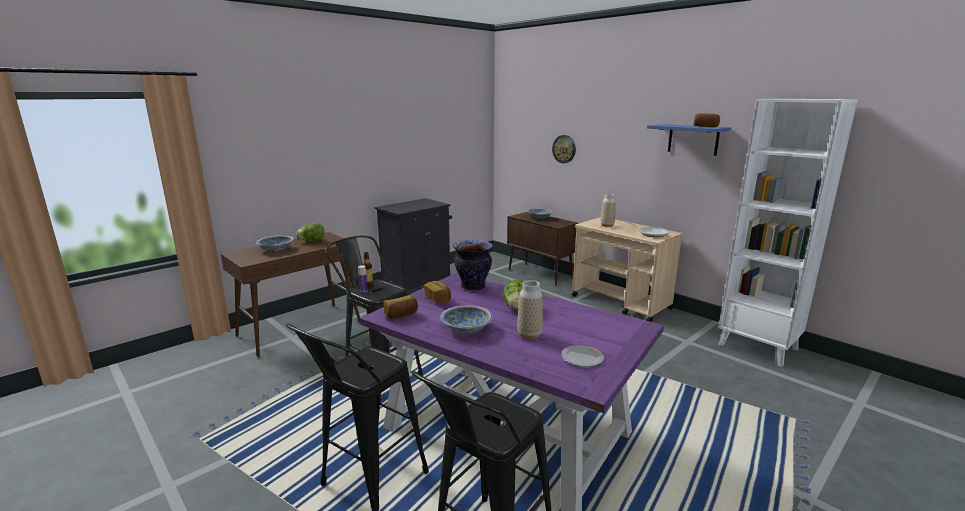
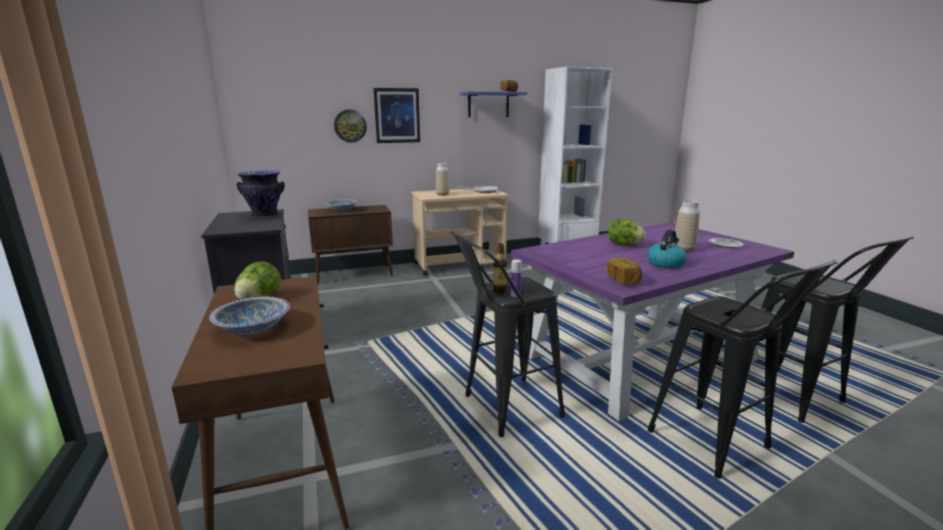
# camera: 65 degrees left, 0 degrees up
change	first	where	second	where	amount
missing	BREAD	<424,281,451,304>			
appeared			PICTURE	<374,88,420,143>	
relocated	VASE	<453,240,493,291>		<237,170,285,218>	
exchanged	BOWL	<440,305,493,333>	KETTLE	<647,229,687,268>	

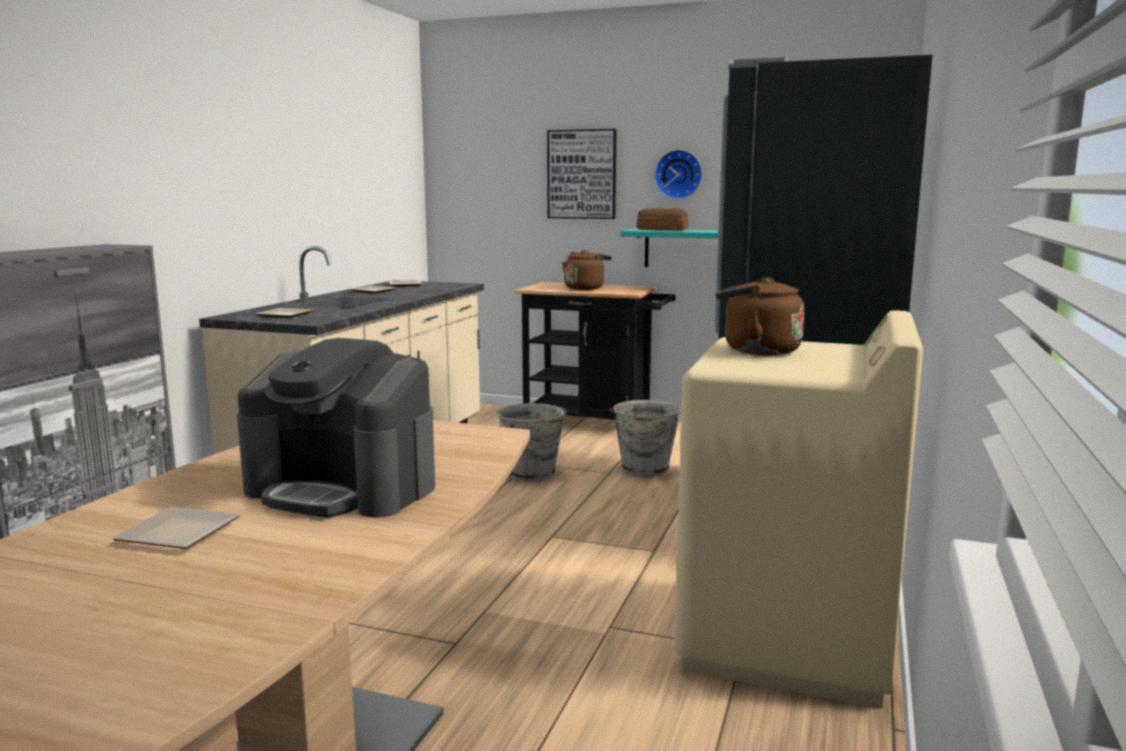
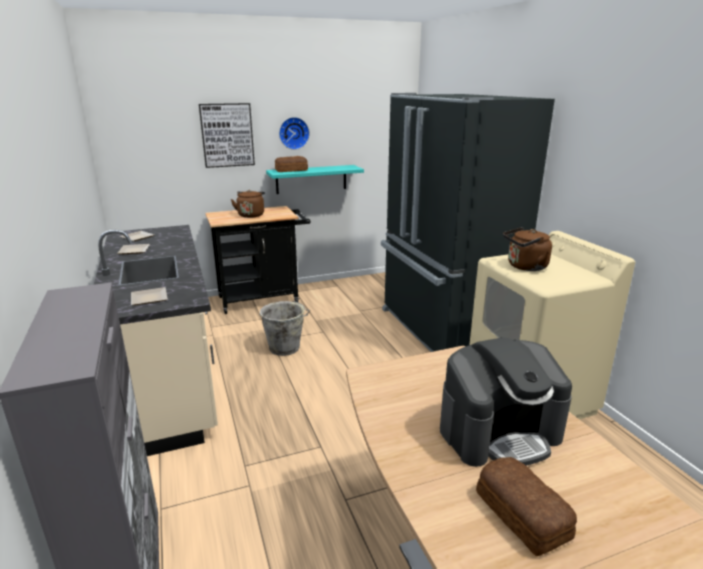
# camera: 40 degrees left, 10 degrees up
change	first	where	second	where	amount
missing	GREY BUCKET	<609,400,682,477>			
exchanged	PLATE	<112,507,240,549>	BREAD	<476,457,577,556>	

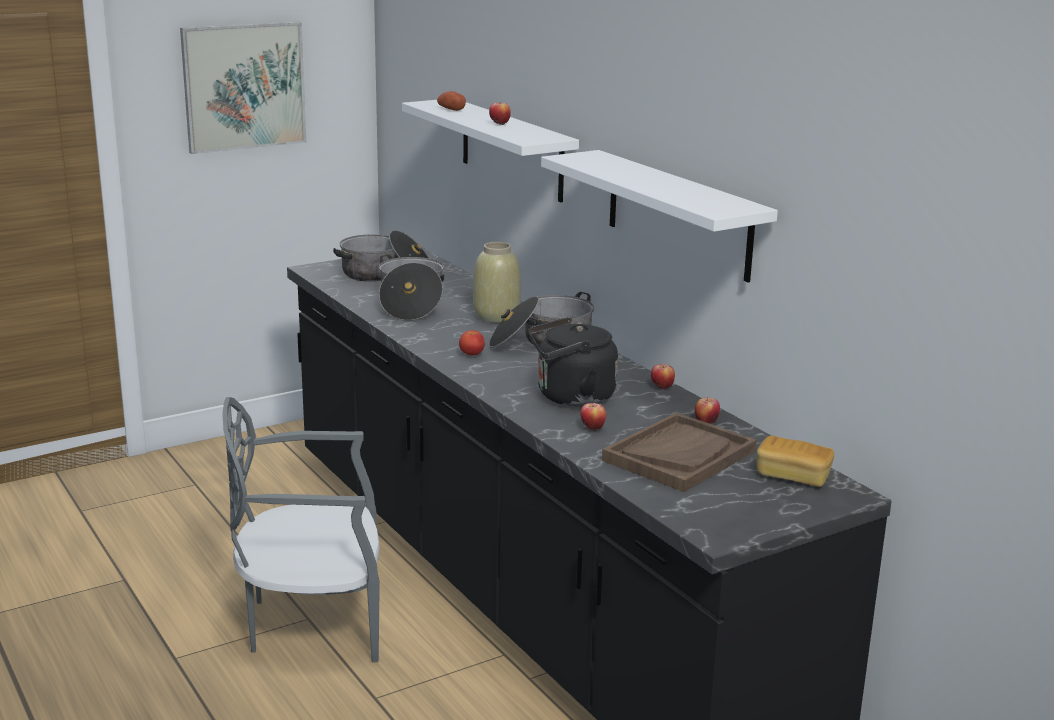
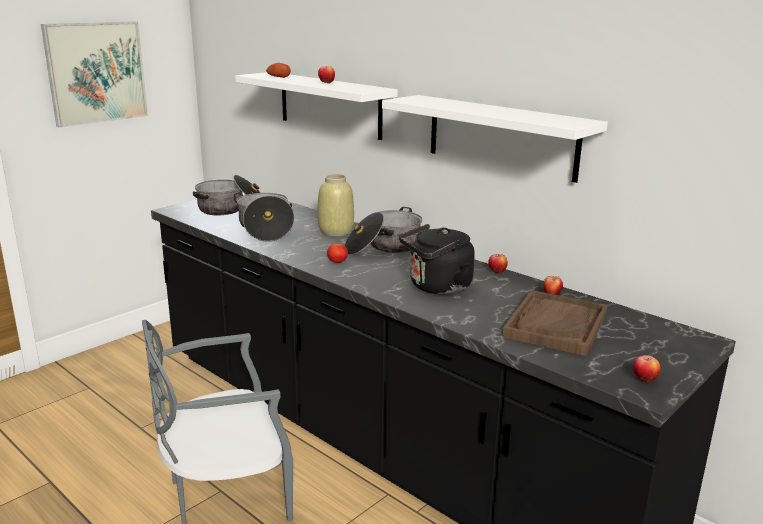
# camera: 15 degrees left, 0 degrees up
change	first	where	second	where	amount
missing	BREAD	<757,436,834,487>			
relocated	APPLE	<580,403,606,431>		<633,355,660,383>	

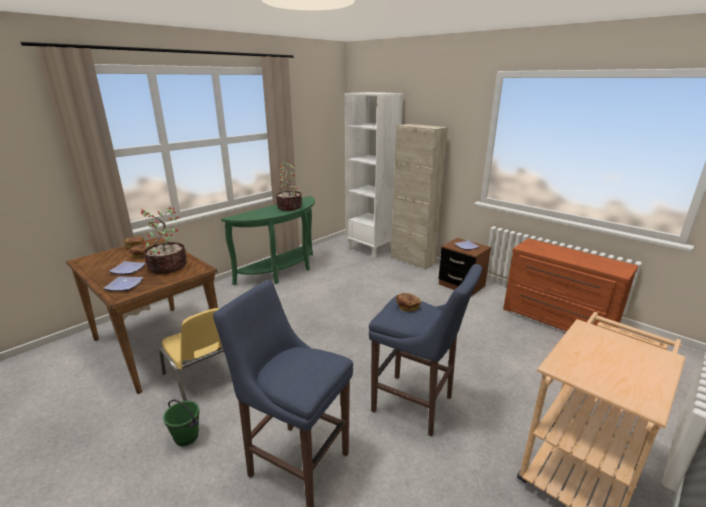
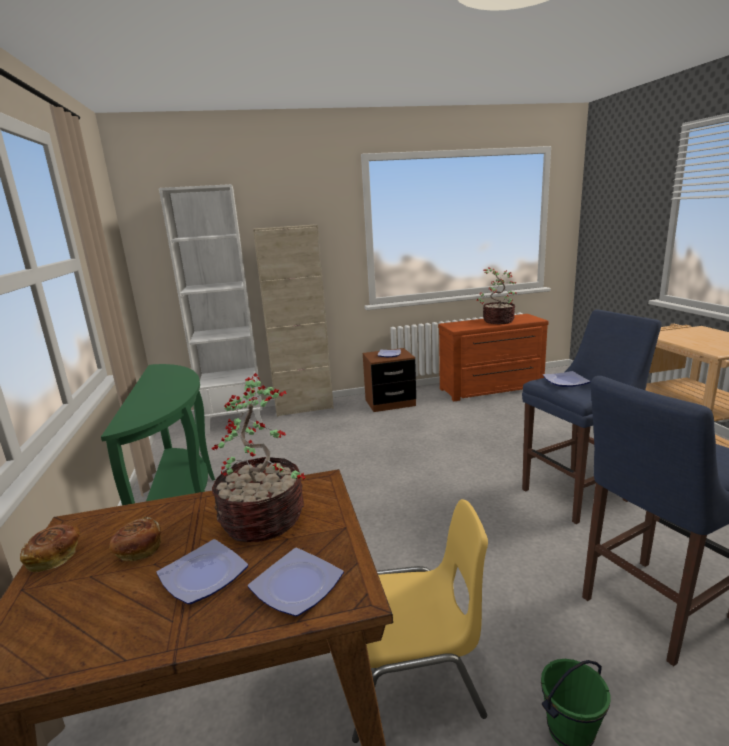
# camera: 55 degrees left, 5 degrees down
change	first	where	second	where	amount
relocated	POTTED PLANT	<276,161,303,211>		<477,267,517,324>	
exchanged	BREAD	<396,293,421,312>	PLATE	<543,371,591,387>	

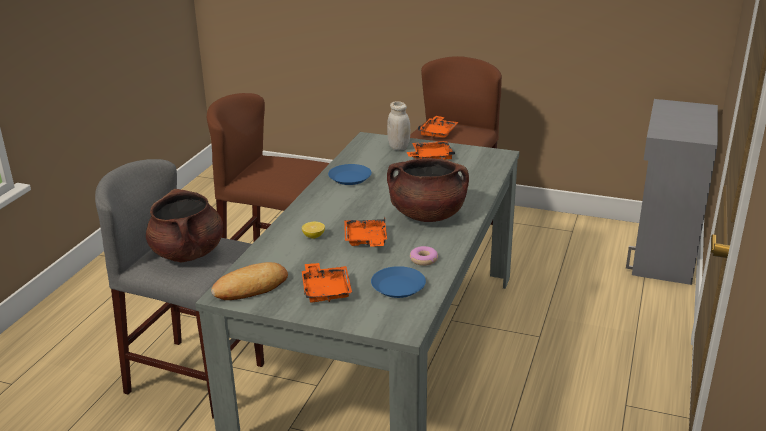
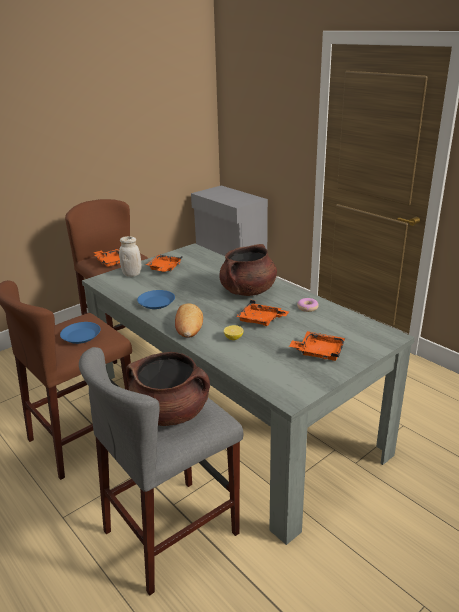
# camera: 60 degrees left, 0 degrees up
change	first	where	second	where	amount
relocated	BREAD	<211,262,288,300>		<175,303,203,338>	
relocated	BLUE PLATE	<371,266,426,298>		<60,322,101,344>	

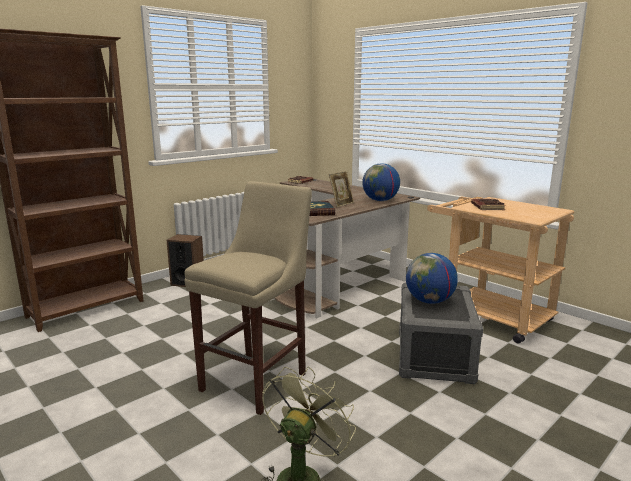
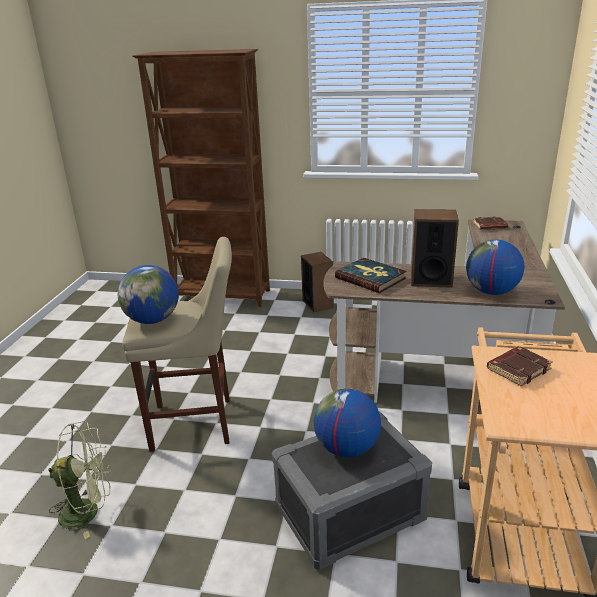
# camera: 55 degrees right, 10 degrees up
change	first	where	second	where	amount
appeared			GLOBE	<118,265,178,324>	
exchanged	PICTURE FRAME	<329,171,354,207>	SPEAKER	<411,209,459,288>	

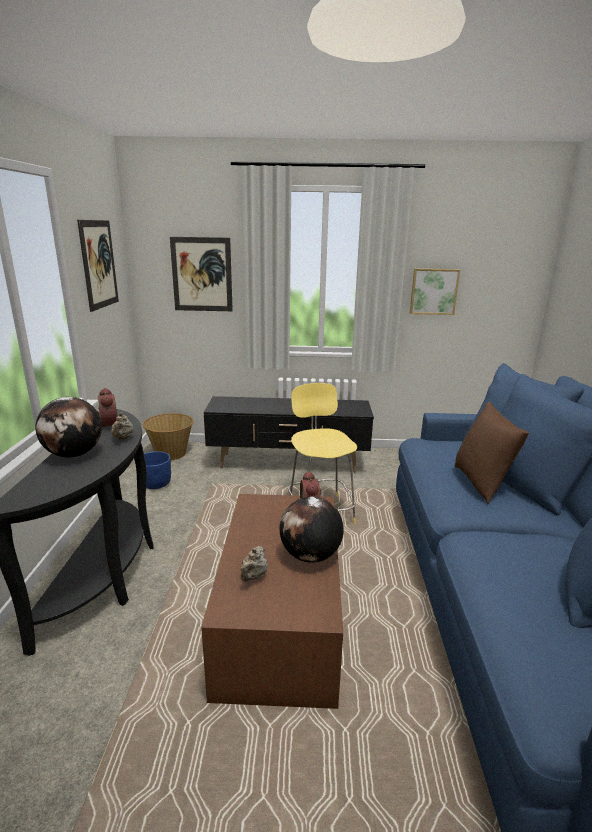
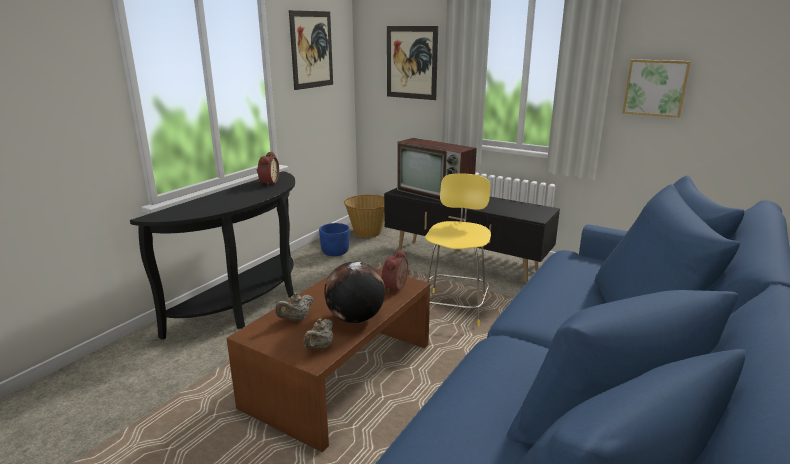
# camera: 30 degrees right, 0 degrees up
change	first	where	second	where	amount
missing	GLOBE	<35,397,102,458>			
missing	BROWN PILLOW	<455,402,529,504>			
appeared			TELEVISION	<397,138,477,201>	
relocated	BEIGE TEAPOT	<111,412,134,439>		<304,319,333,350>	

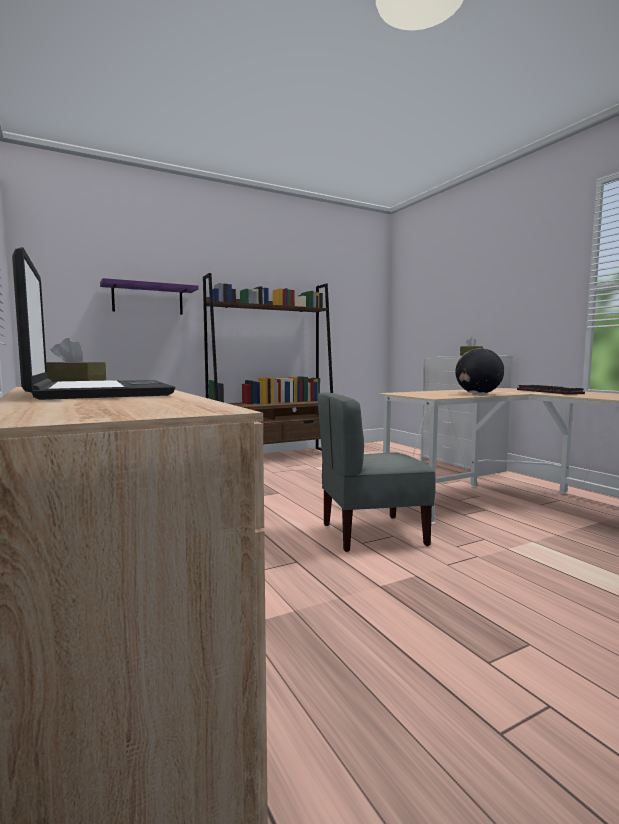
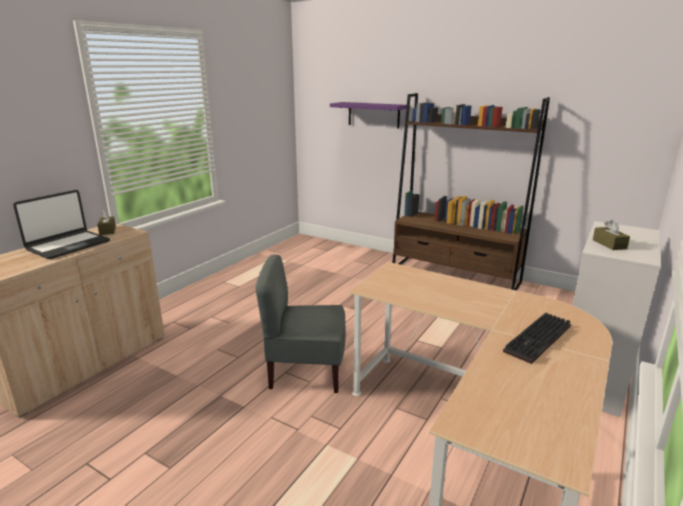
# camera: 60 degrees right, 15 degrees up
change	first	where	second	where	amount
missing	GLOBE	<455,348,504,394>			
spun	GREY CHAIR	<317,392,436,552>		<255,255,346,393>	45 degrees counterclockwise

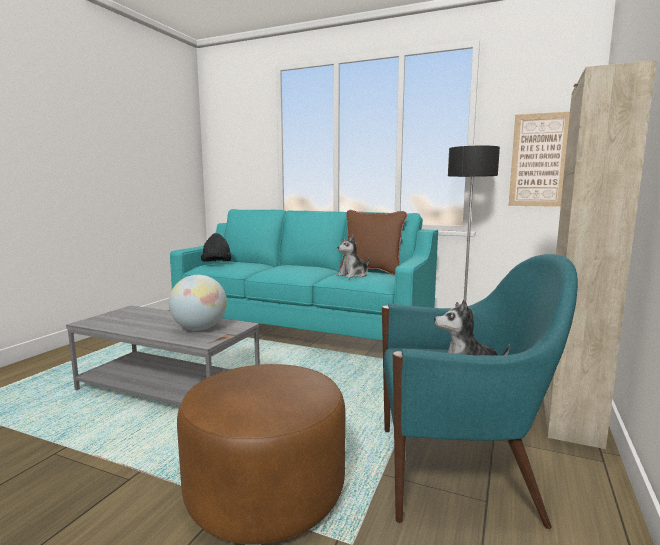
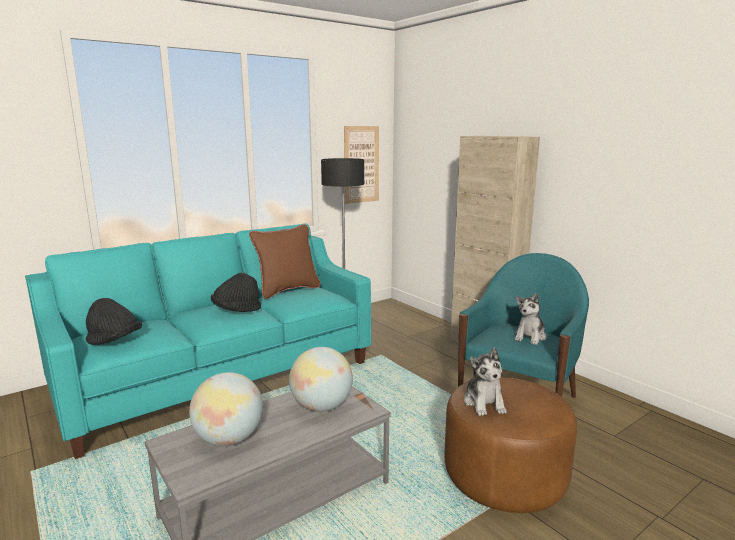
# camera: 60 degrees left, 5 degrees up
change	first	where	second	where	amount
appeared			GLOBE	<189,372,263,446>	
appeared			BLACK HAT	<211,273,261,312>	
relocated	PLUSH TOY	<336,234,369,278>		<464,347,507,416>	

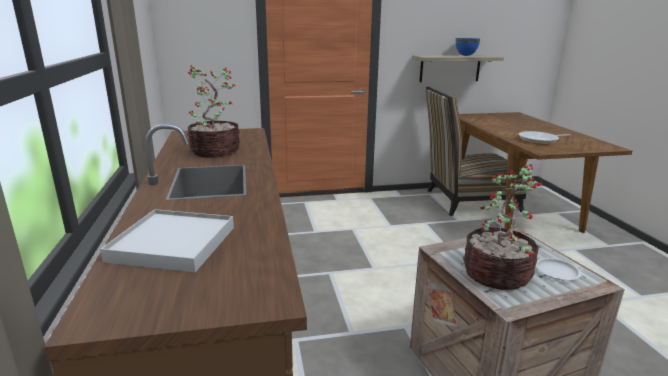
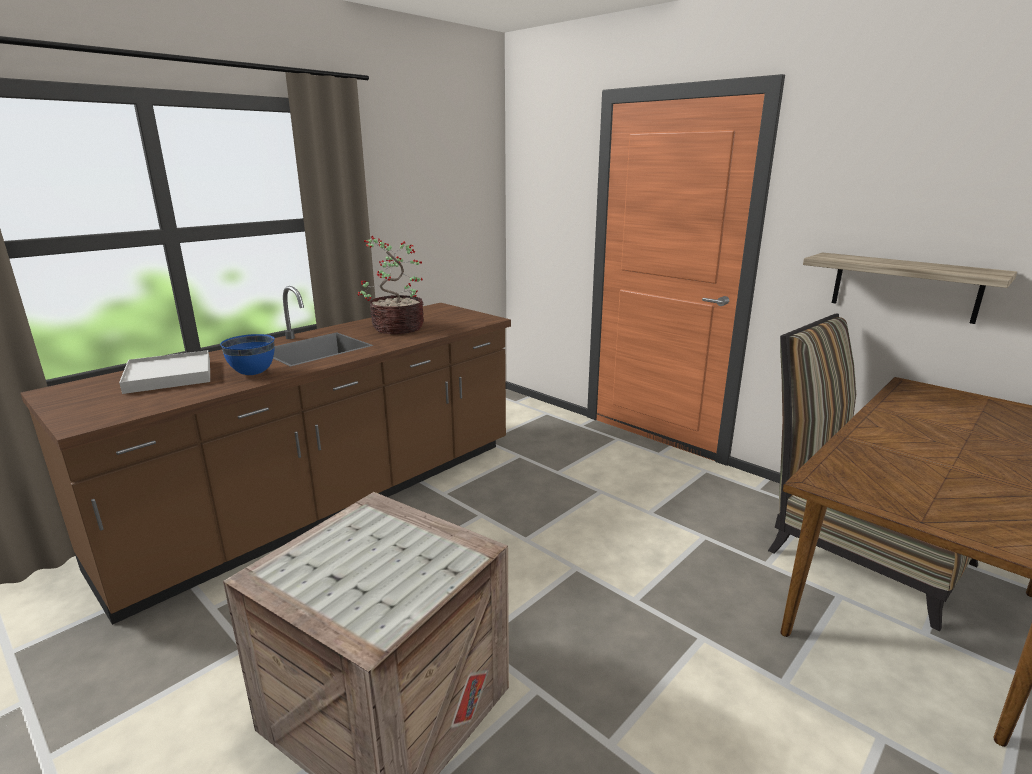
# camera: 55 degrees right, 0 degrees up
change	first	where	second	where	amount
missing	POTTED PLANT	<463,164,542,290>			
missing	FRYING PAN	<519,131,571,144>			
missing	WHITE PLATE	<535,258,581,280>			
relocated	BLUE BOWL	<456,38,480,56>		<220,334,275,375>	

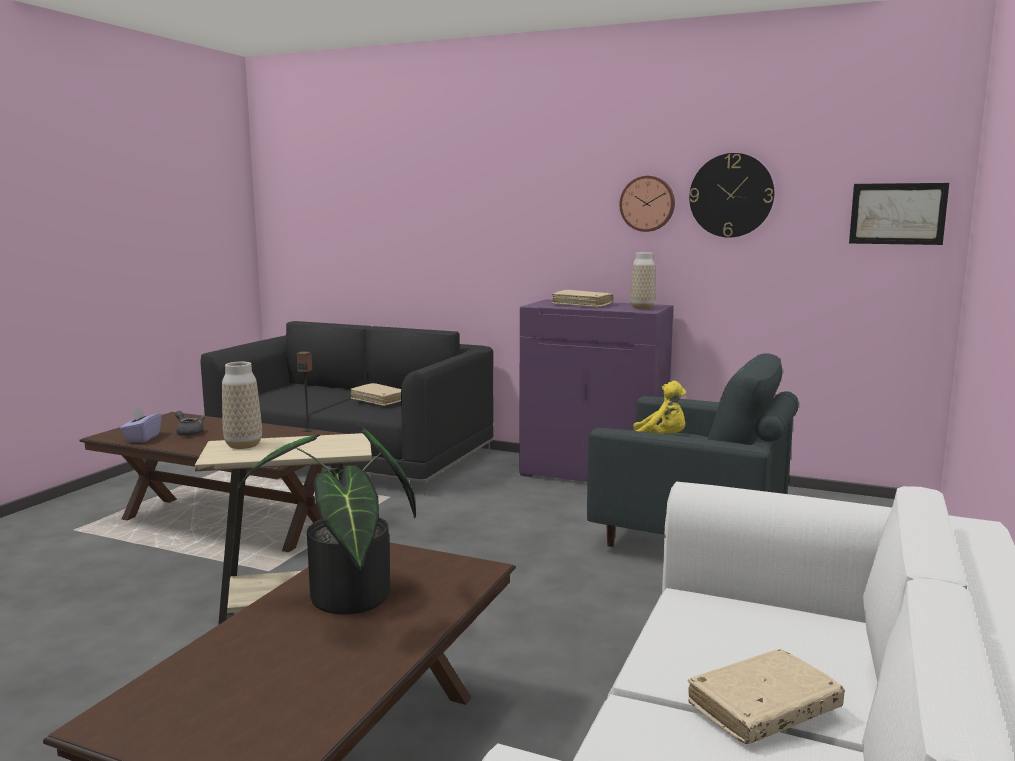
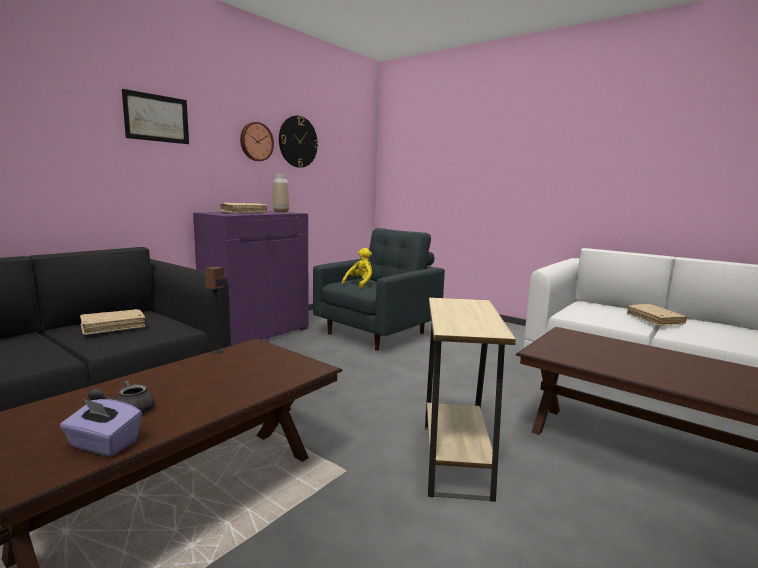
# camera: 75 degrees left, 0 degrees up
change	first	where	second	where	amount
missing	VASE	<222,362,262,449>			
missing	POTTED PLANT	<238,425,416,614>			
relocated	PICTURE	<849,183,949,245>		<122,89,189,144>	

